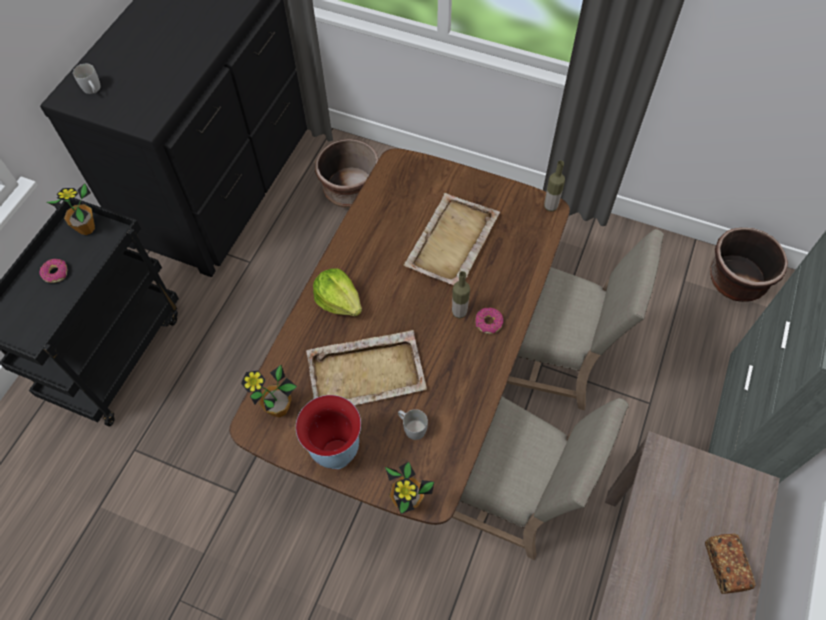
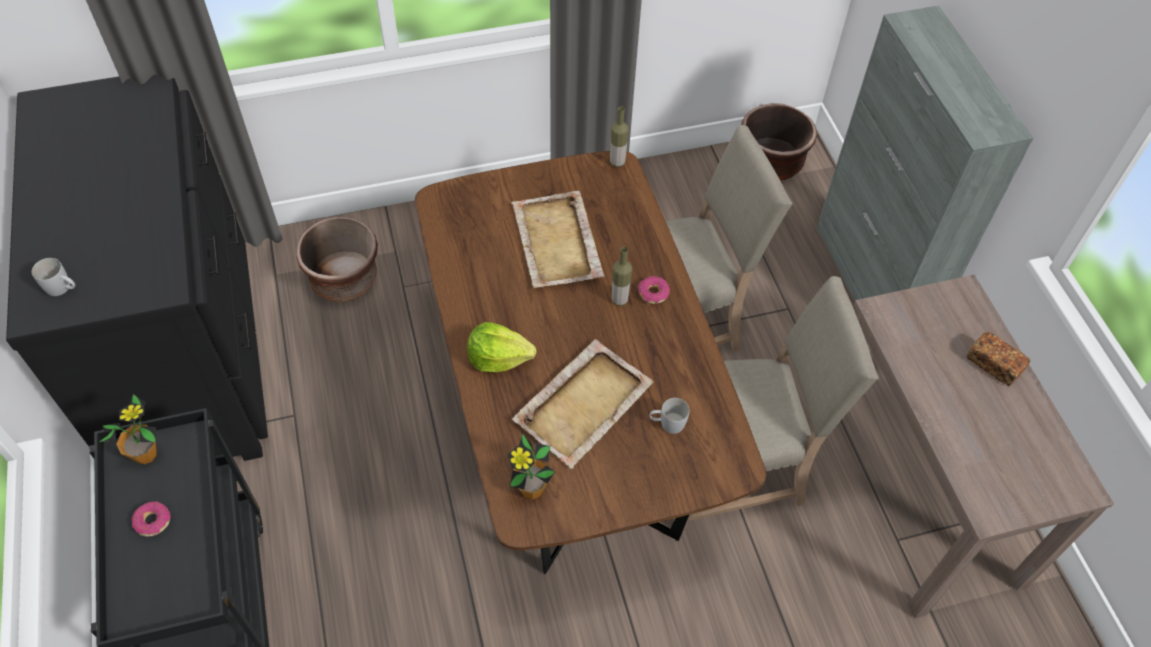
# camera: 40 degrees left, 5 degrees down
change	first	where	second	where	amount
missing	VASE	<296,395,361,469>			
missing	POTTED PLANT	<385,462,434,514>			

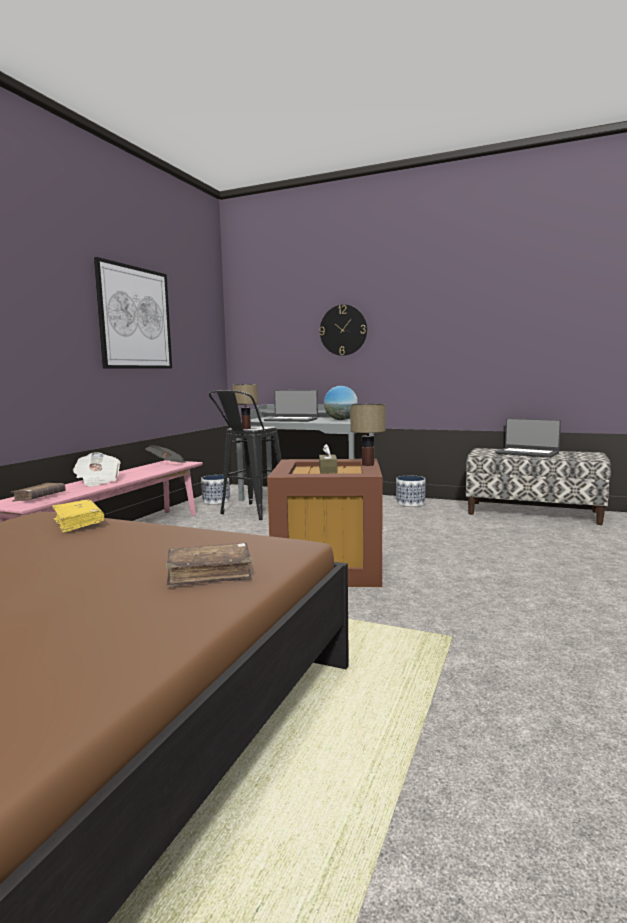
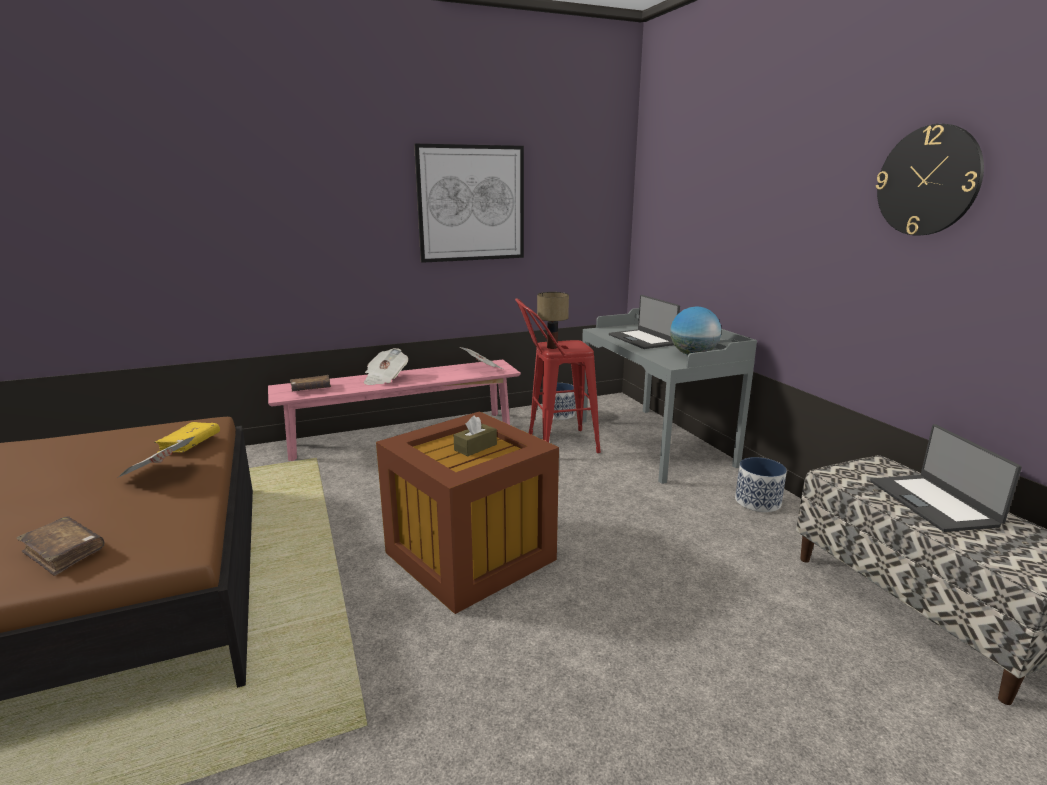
# camera: 45 degrees right, 10 degrees up
change	first	where	second	where	amount
missing	TABLE LAMP	<350,404,386,466>			
appeared			NEWSPAPER	<117,437,194,478>	
relocated	WALL CLOCK	<319,305,367,356>		<876,124,984,236>	
colour	BLACK STOOL	<209,390,282,520>	RED STOOL	<515,299,601,453>	

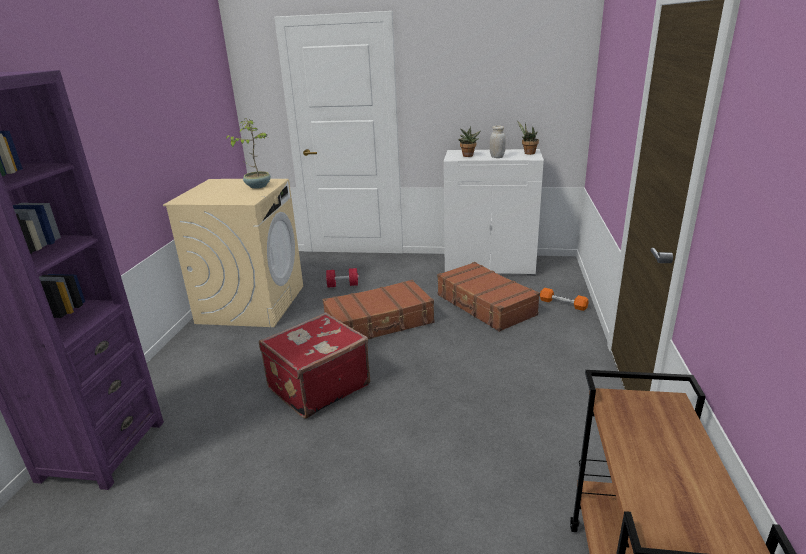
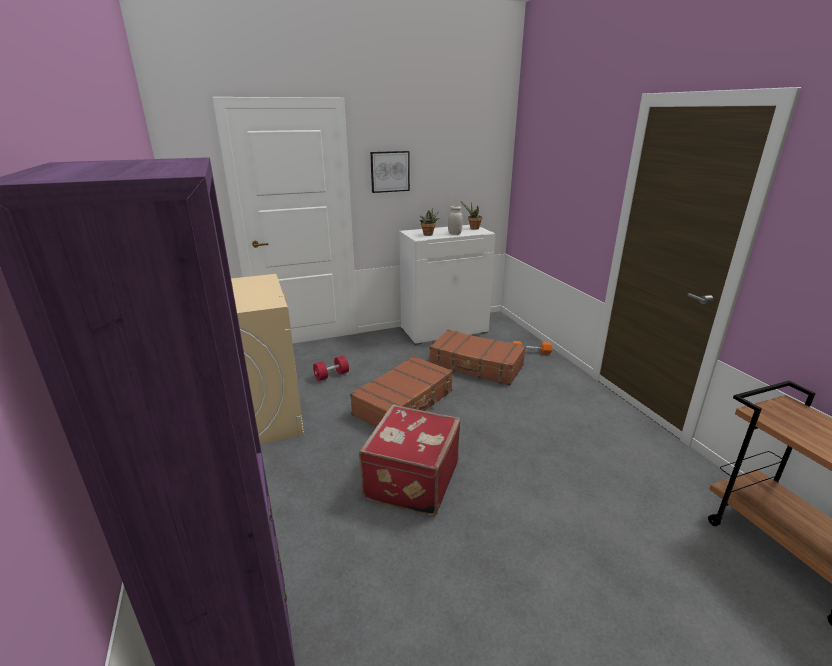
# camera: 30 degrees left, 0 degrees up
change	first	where	second	where	amount
missing	POTTED PLANT	<226,118,271,189>			
appeared			PICTURE	<370,151,410,193>	

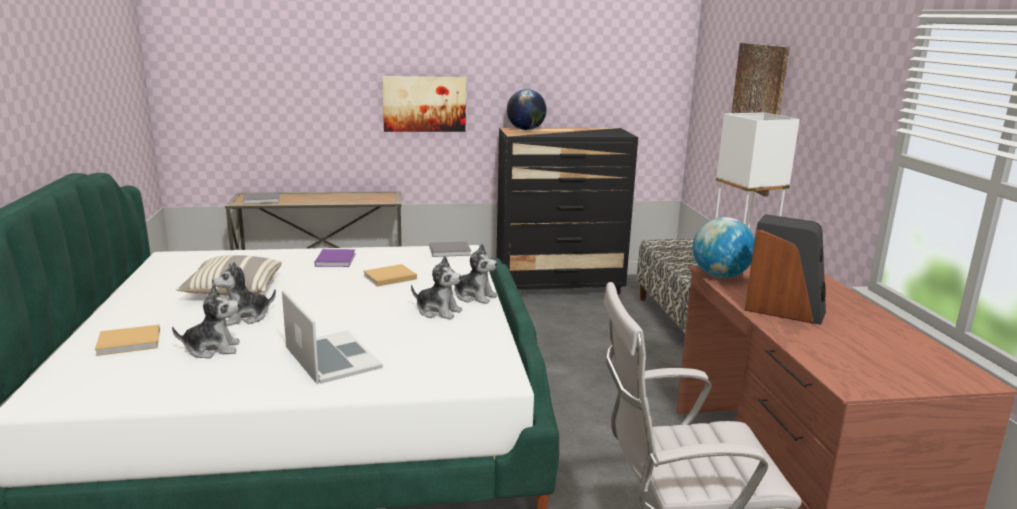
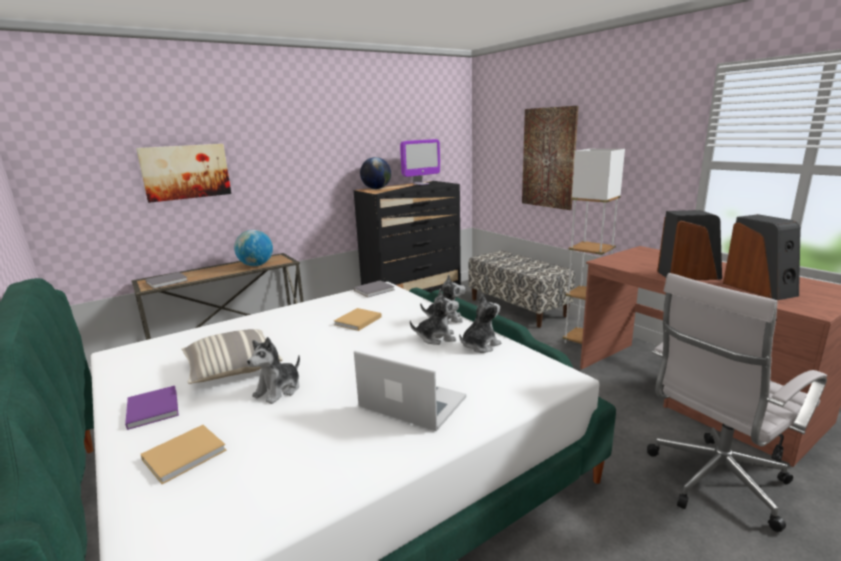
# camera: 25 degrees left, 0 degrees up
change	first	where	second	where	amount
appeared			MONITOR	<400,139,440,185>	
appeared			SPEAKER	<723,214,801,300>	
relocated	PLUSH TOY	<172,285,240,358>		<459,294,501,353>	
relocated	PURPLE BOOK	<315,249,355,267>		<125,386,179,430>	
relocated	PICTURE	<382,76,466,132>		<136,144,231,203>	
relocated	GLOBE	<693,217,755,278>		<234,230,273,266>	

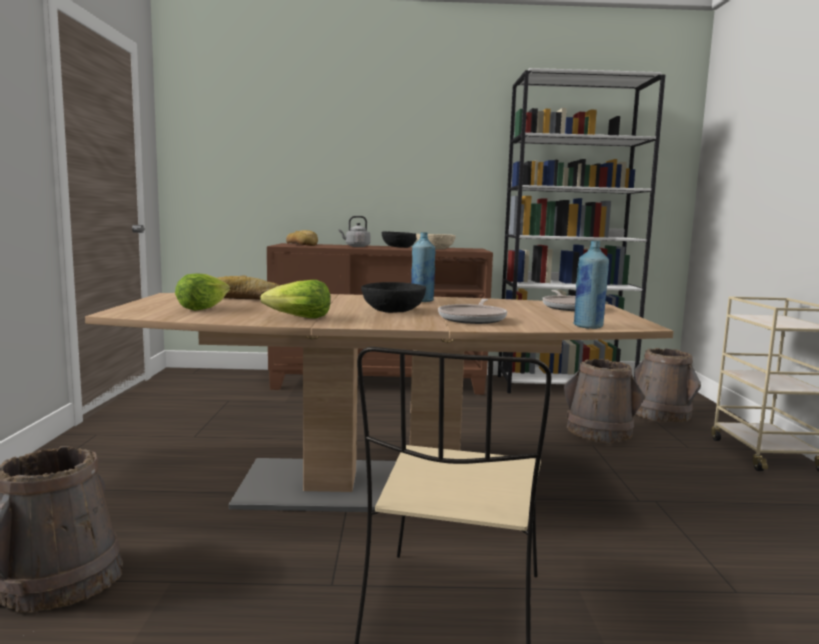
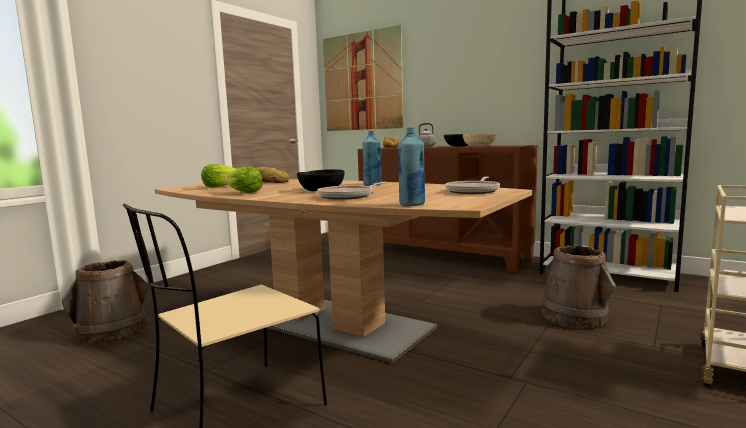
# camera: 35 degrees right, 0 degrees up
change	first	where	second	where	amount
missing	BROWN BUCKET	<634,348,701,422>			
appeared			PICTURE	<323,25,403,131>	

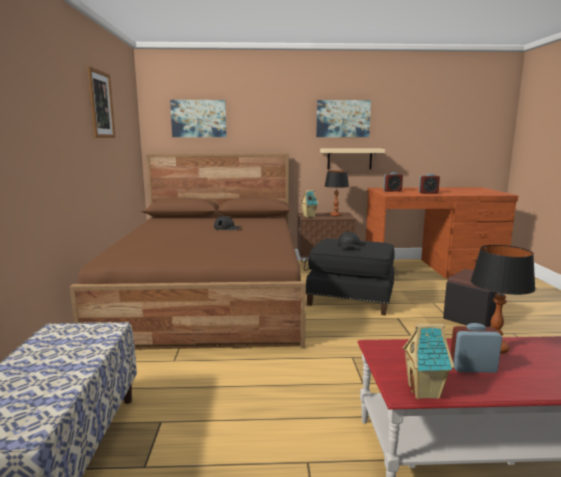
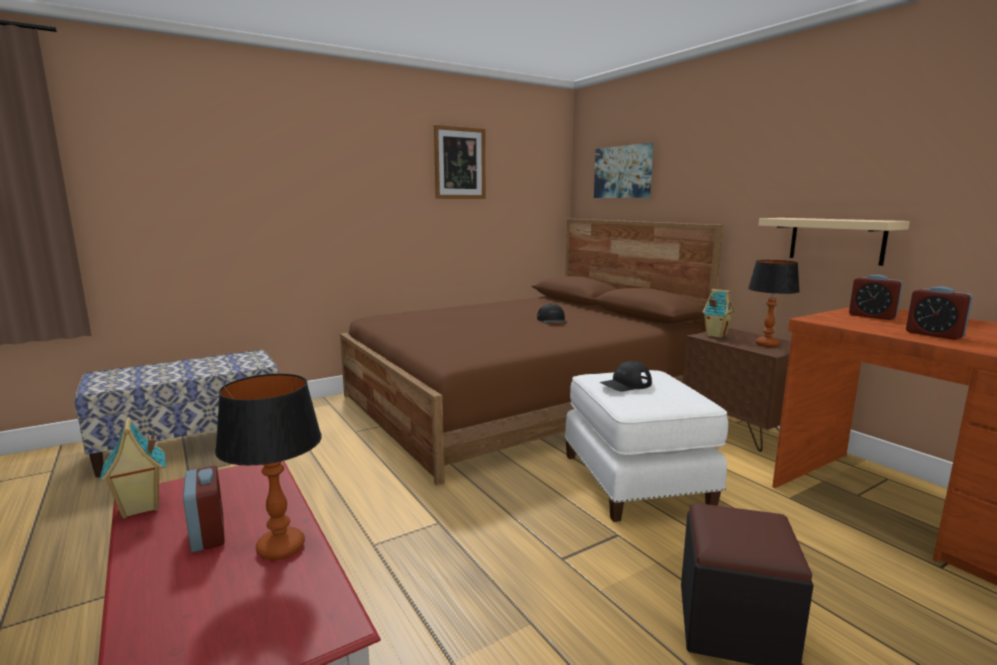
# camera: 60 degrees right, 0 degrees up
change	first	where	second	where	amount
missing	PICTURE	<316,100,371,137>			
colour	BLACK OTTOMAN	<306,238,395,315>	WHITE OTTOMAN	<564,370,728,522>	

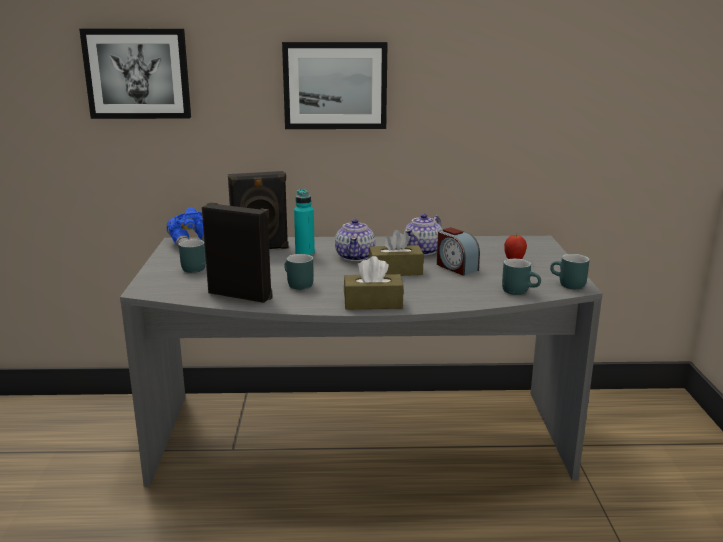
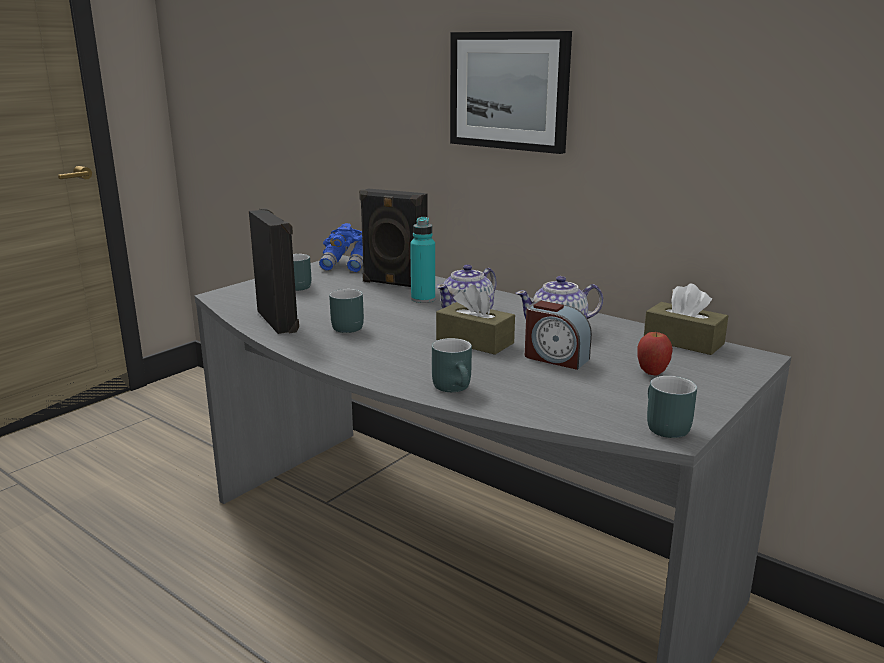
# camera: 40 degrees right, 0 degrees up
change	first	where	second	where	amount
missing	PICTURE	<79,28,191,119>			
relocated	BROWN TISSUE BOX	<344,256,404,309>		<644,283,728,355>	
relocated	TURQUOISE MUG	<502,259,541,295>		<432,338,472,392>	
spun	ALARM CLOCK	<437,227,480,276>		<525,301,592,370>	60 degrees counterclockwise

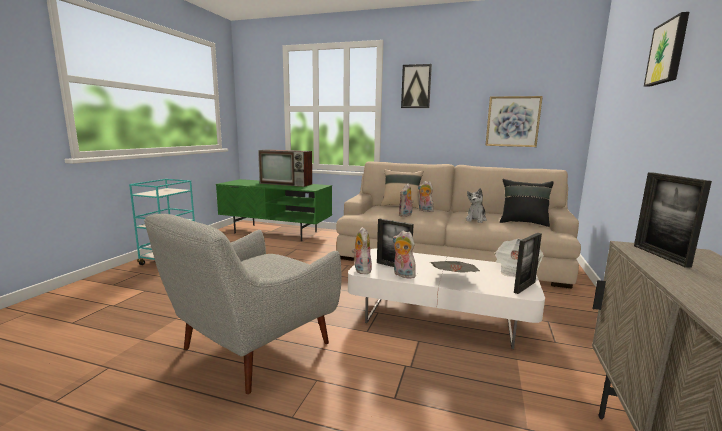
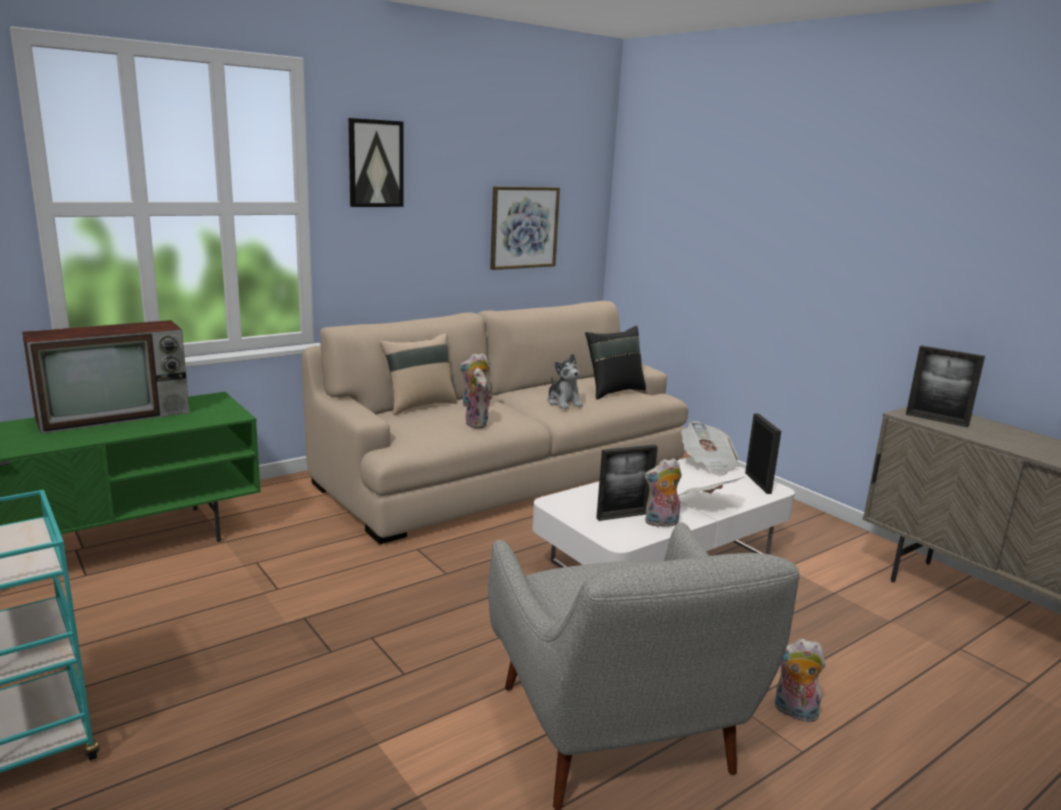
# camera: 55 degrees left, 5 degrees up
change	first	where	second	where	amount
missing	PICTURE	<644,12,689,87>			
relocated	PLUSH TOY	<352,227,372,274>		<775,639,826,722>	

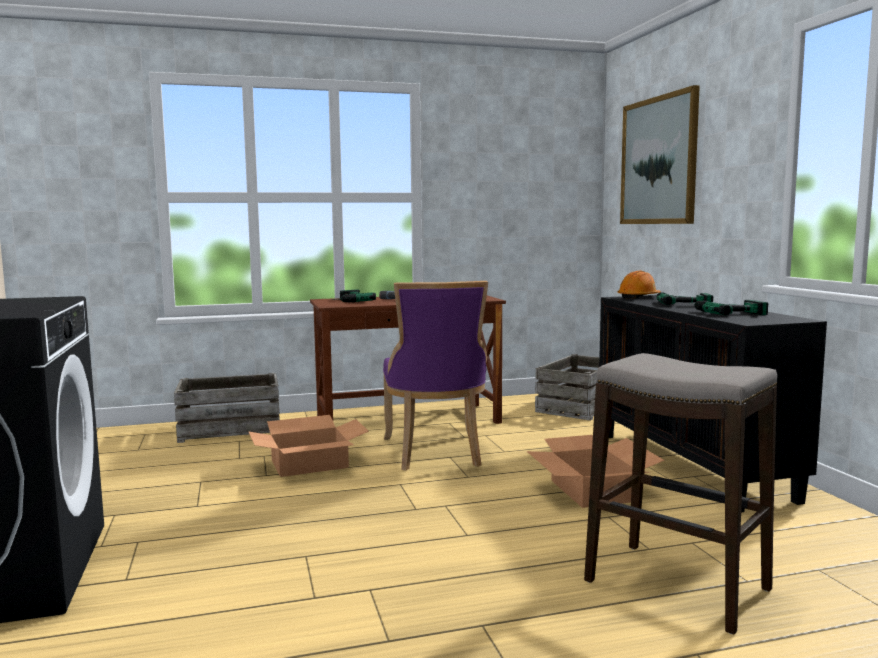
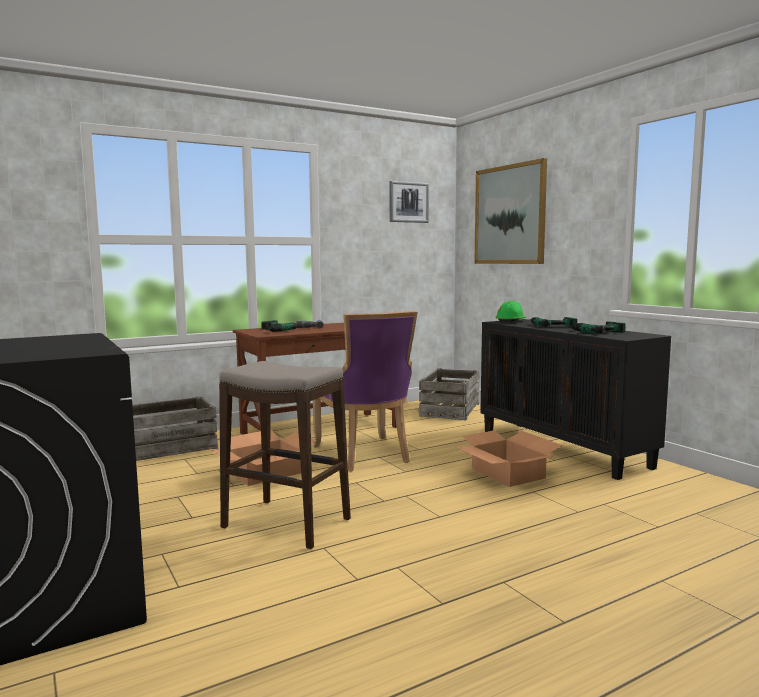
# camera: 15 degrees left, 0 degrees up
change	first	where	second	where	amount
appeared			PICTURE	<390,181,429,223>	
relocated	STOOL	<584,353,777,634>		<219,361,351,549>	
colour	ORANGE HARD HAT	<618,271,661,299>	GREEN HARD HAT	<496,301,527,323>	

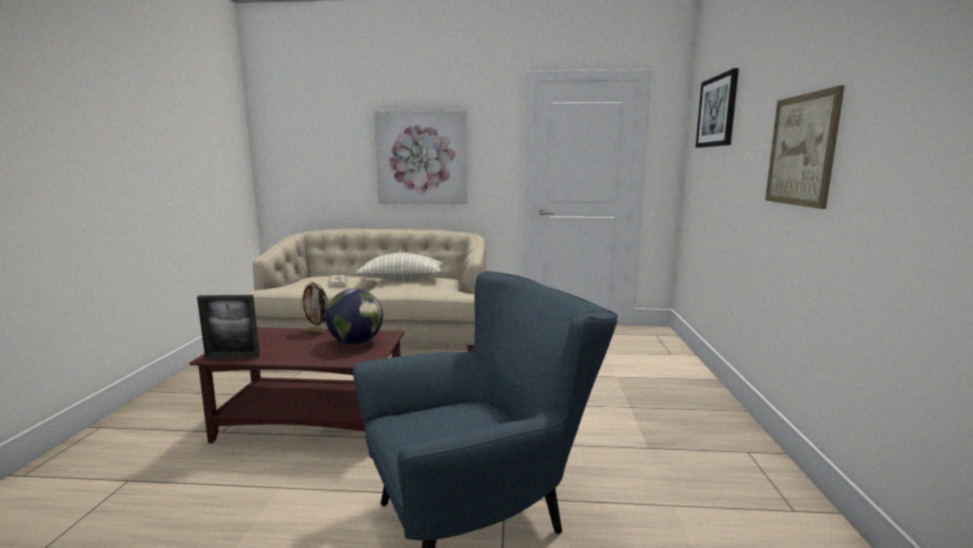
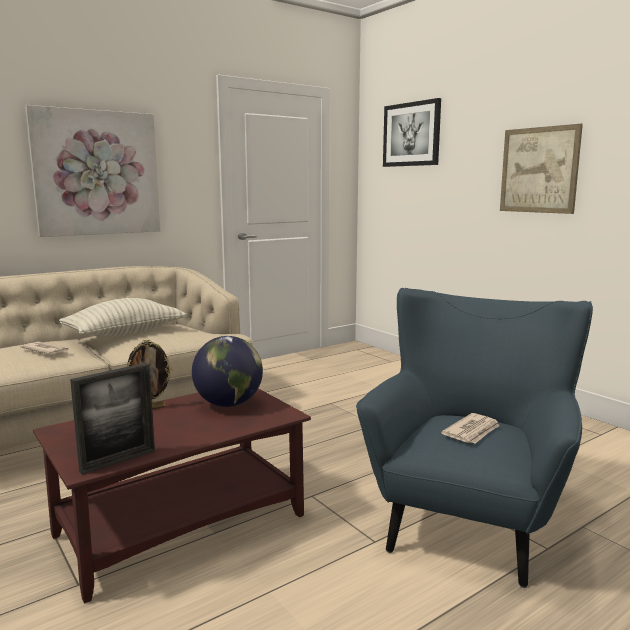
# camera: 40 degrees left, 0 degrees up
change	first	where	second	where	amount
appeared			NEWSPAPER	<441,413,500,444>	

